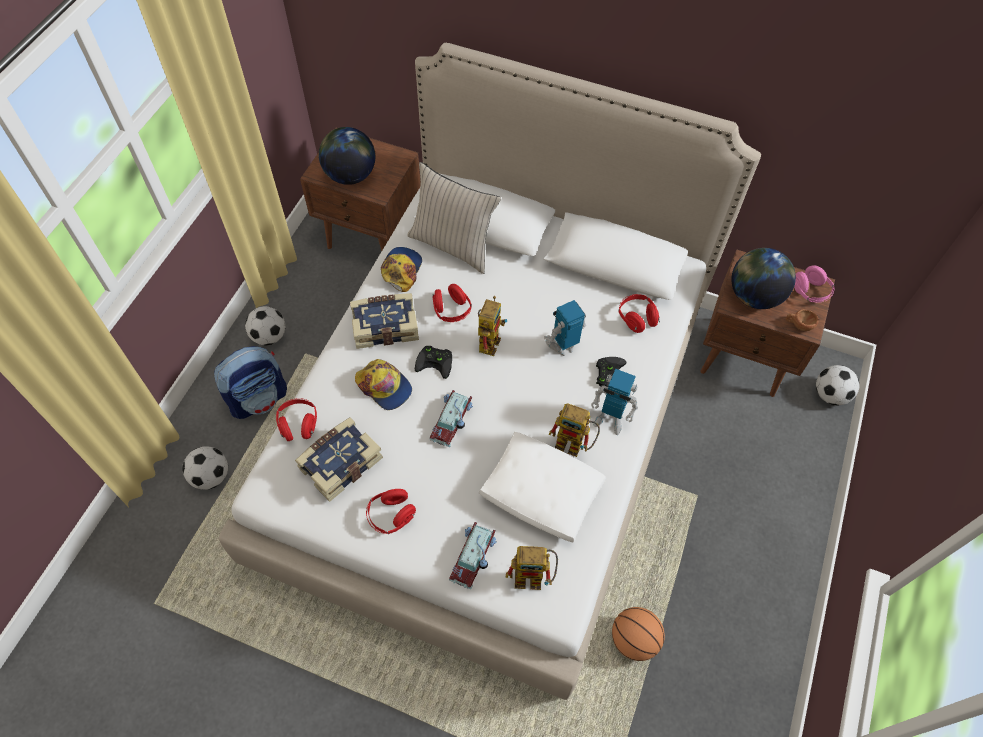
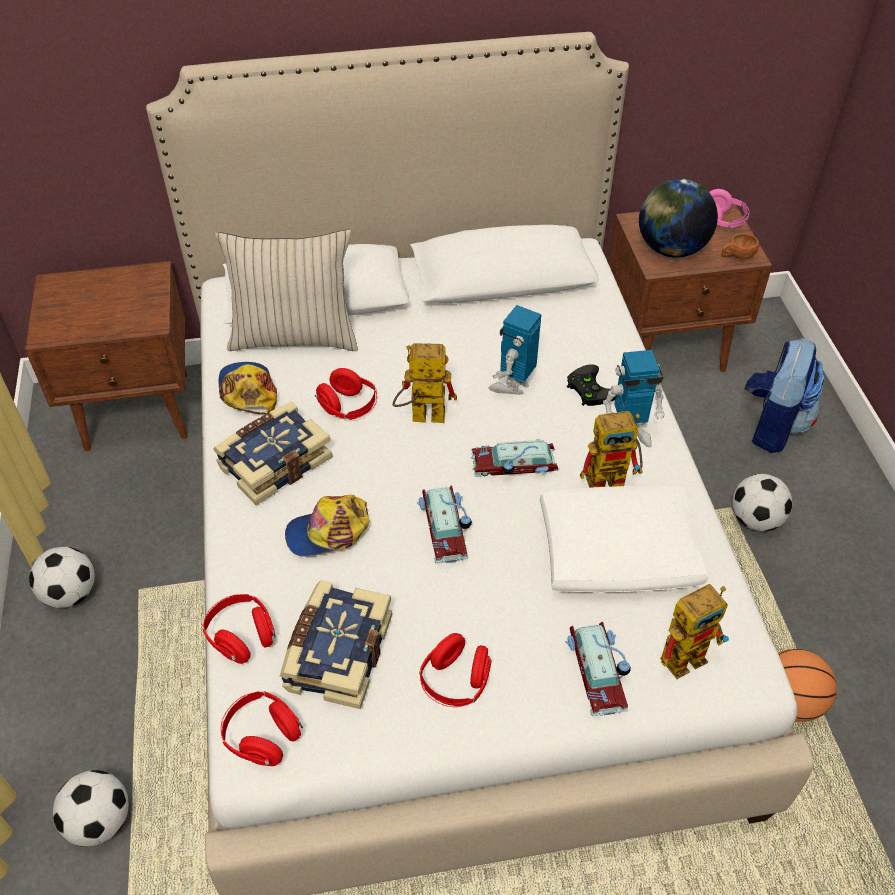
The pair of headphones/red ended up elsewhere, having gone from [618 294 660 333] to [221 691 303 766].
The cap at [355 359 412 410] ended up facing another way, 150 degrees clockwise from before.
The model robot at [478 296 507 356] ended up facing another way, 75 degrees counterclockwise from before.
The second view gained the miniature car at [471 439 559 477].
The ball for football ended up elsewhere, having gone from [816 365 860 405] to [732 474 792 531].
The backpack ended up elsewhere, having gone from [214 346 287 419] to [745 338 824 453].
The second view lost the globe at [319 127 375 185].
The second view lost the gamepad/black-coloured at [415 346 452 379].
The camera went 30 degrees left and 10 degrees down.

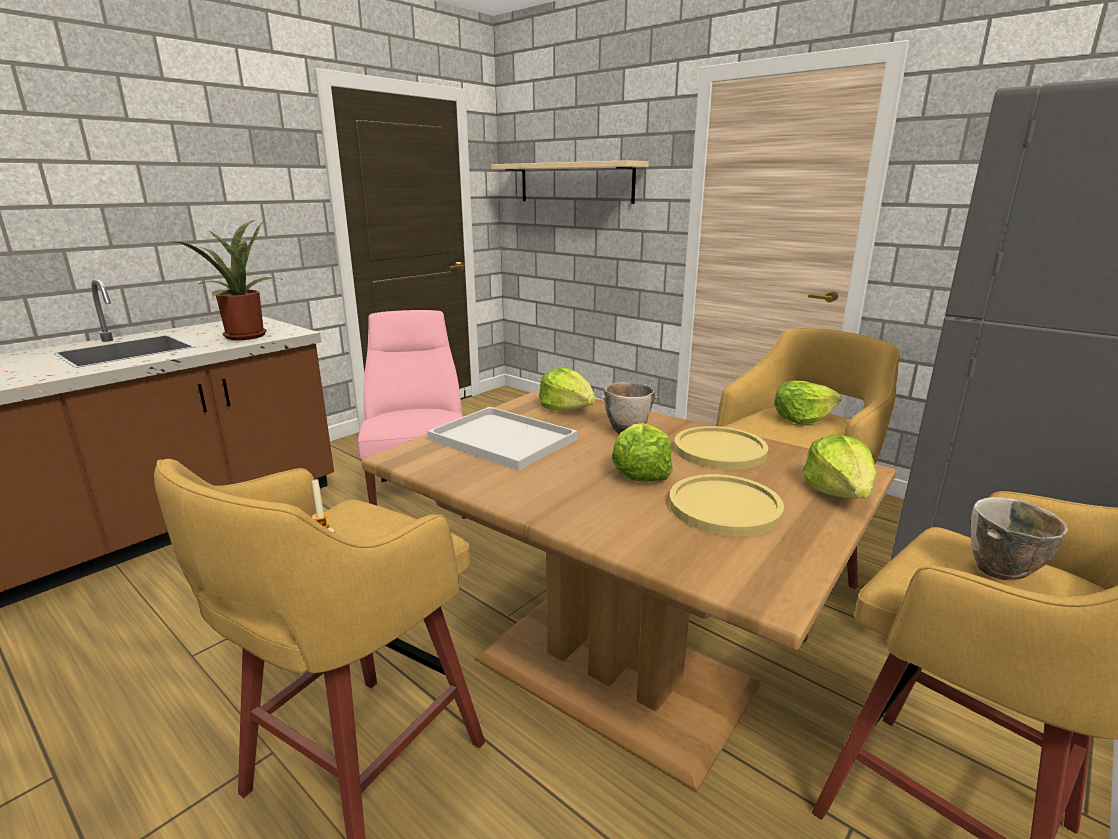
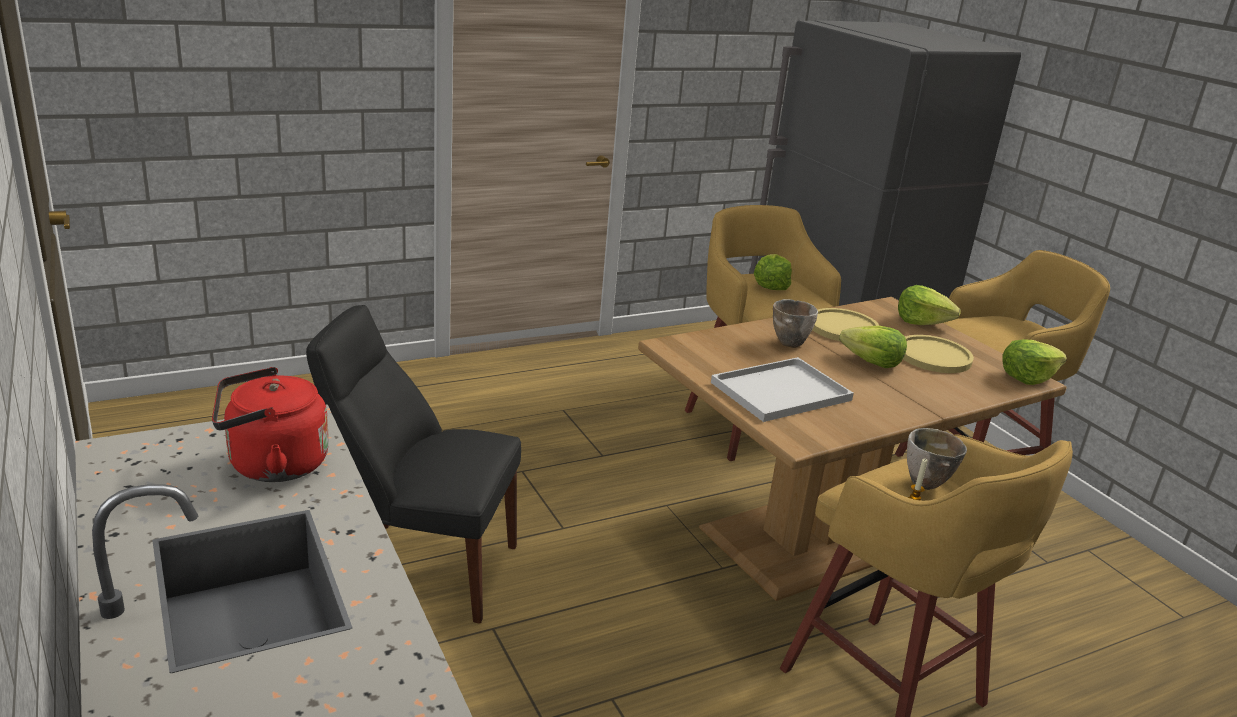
Where the potted plant stood at [175 219 280 340], the water kettle/red came to stand at [212 367 329 482].
What was the upright chair/pink at [358 310 466 519] turned into the upright chair/black-coloured at [306 305 521 623].
The deep dish ended up elsewhere, having gone from [971 497 1068 580] to [907 428 967 490].
The lettuce ended up elsewhere, having gone from [539 368 596 411] to [1002 339 1067 385].
The second view lost the wall shelf/beige at [491 160 649 204].
The camera went 70 degrees left and 5 degrees up.

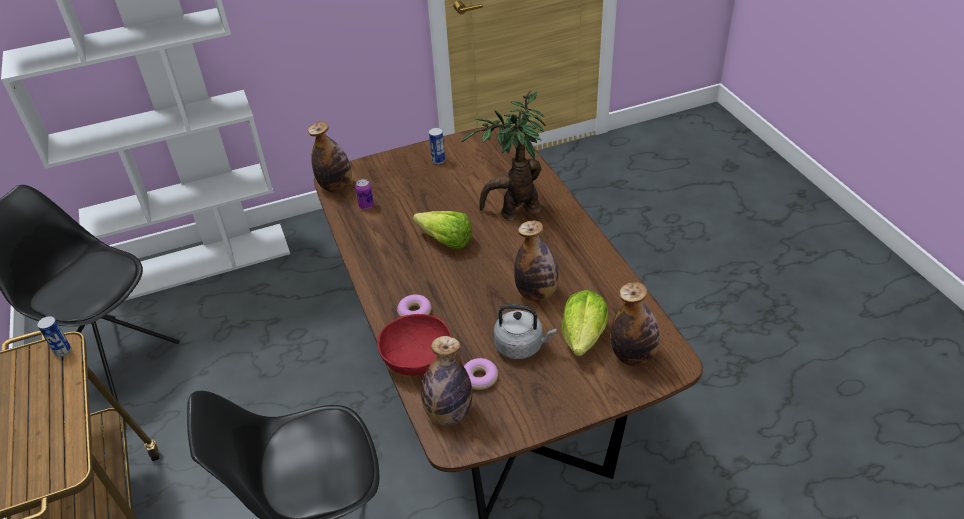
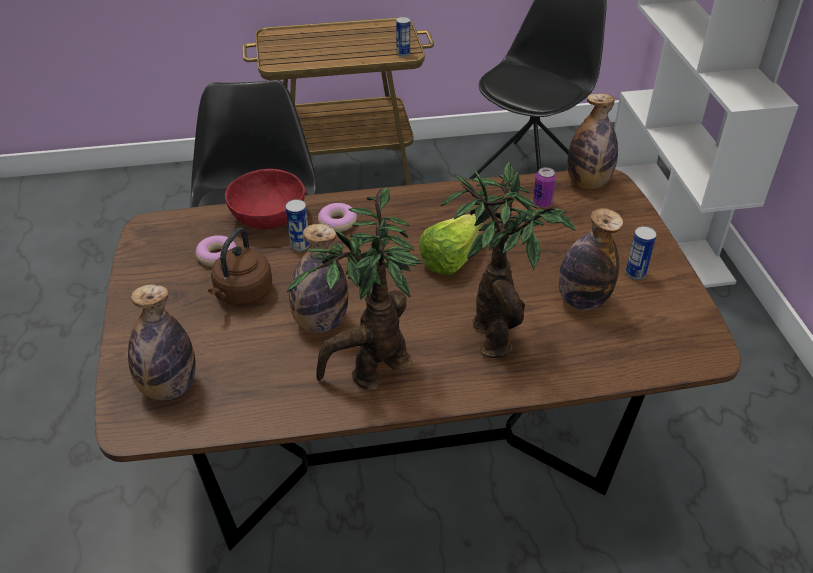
What was the water kettle/gray at [494 304 557 359] turned into the water kettle/brown-coloured at [208 228 272 305].
The second view gained the sealed can at [286 199 310 252].
The second view gained the potted plant at [287 187 422 390].
The bottle ended up elsewhere, having gone from [421 336 472 425] to [558 208 623 310].
The second view lost the lettuce at [561 290 608 356].
The camera went 100 degrees right and 0 degrees up.

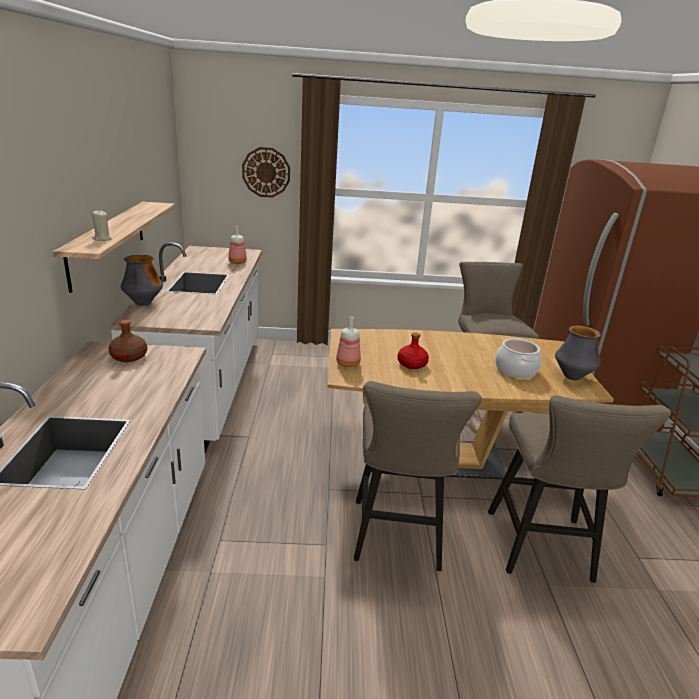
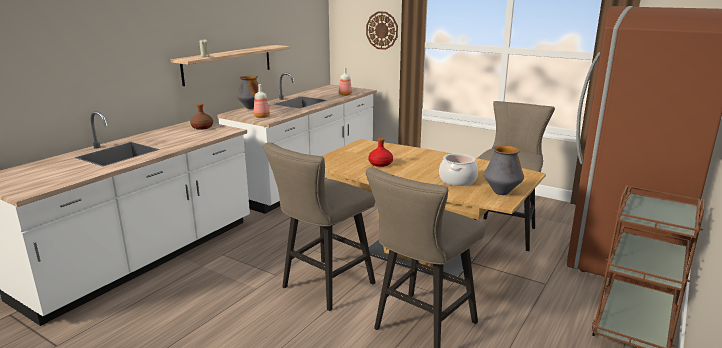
The bottle ended up elsewhere, having gone from [336 316 361 367] to [254 84 270 118].
The camera went 35 degrees right and 5 degrees down.

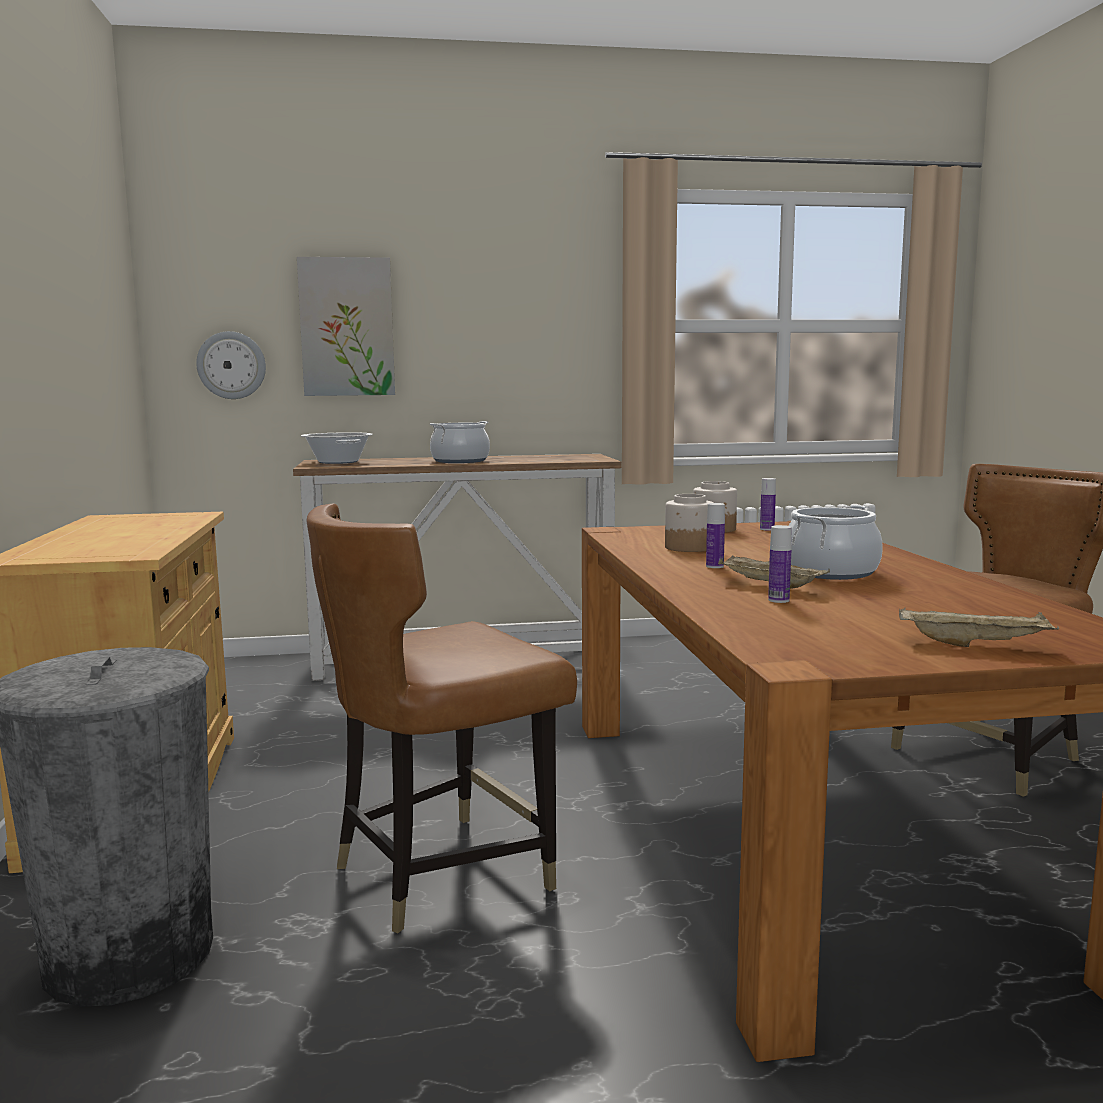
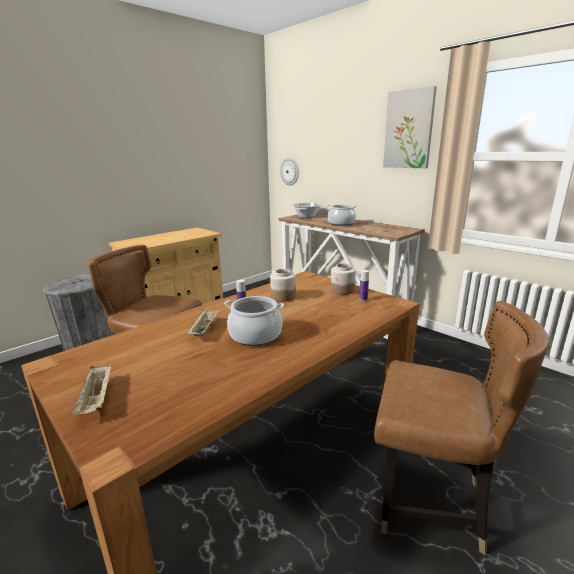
The wall picture ended up elsewhere, having gone from [297 257 395 396] to [383 86 437 168].
The second view lost the bottle at [768 525 792 603].
The camera went 55 degrees right and 10 degrees up.

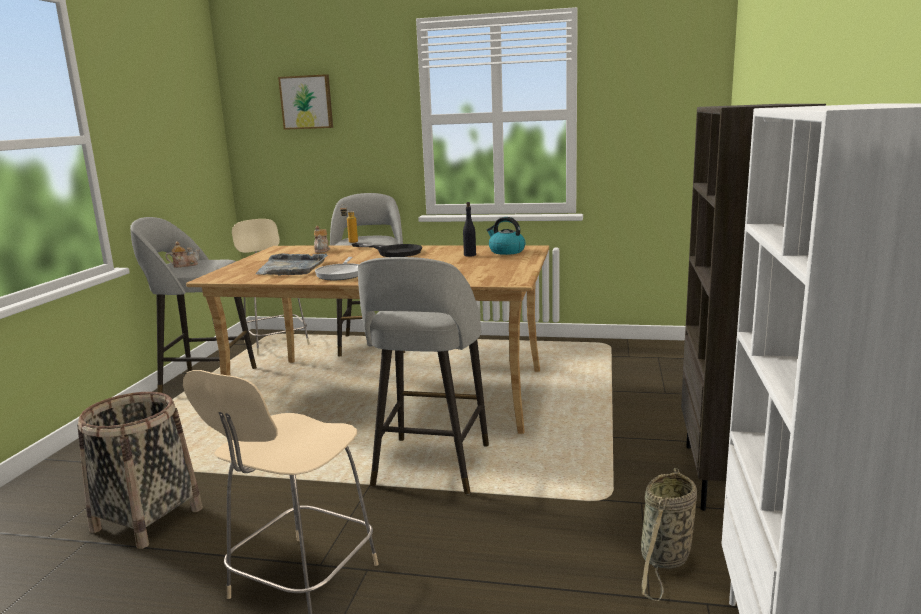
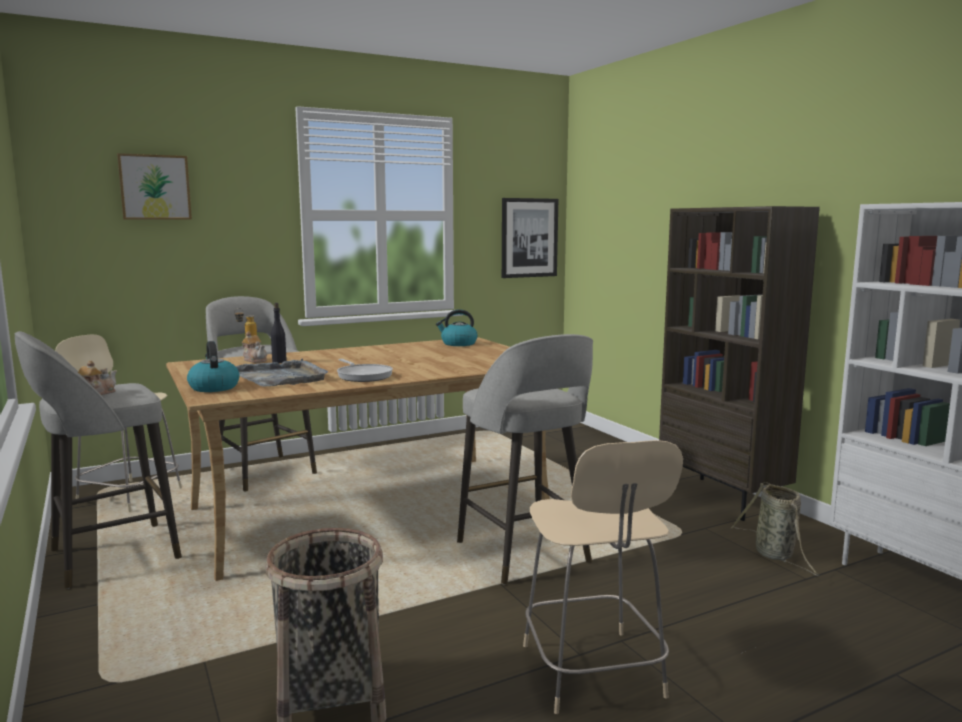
The second view gained the water kettle at [187 341 239 392].
The bottle/black-coloured ended up elsewhere, having gone from [463 202 476 257] to [271 303 287 363].
The second view gained the wall picture at [502 198 558 278].
The second view lost the skillet/black-coloured at [352 243 422 257].
The camera went 40 degrees left and 5 degrees down.

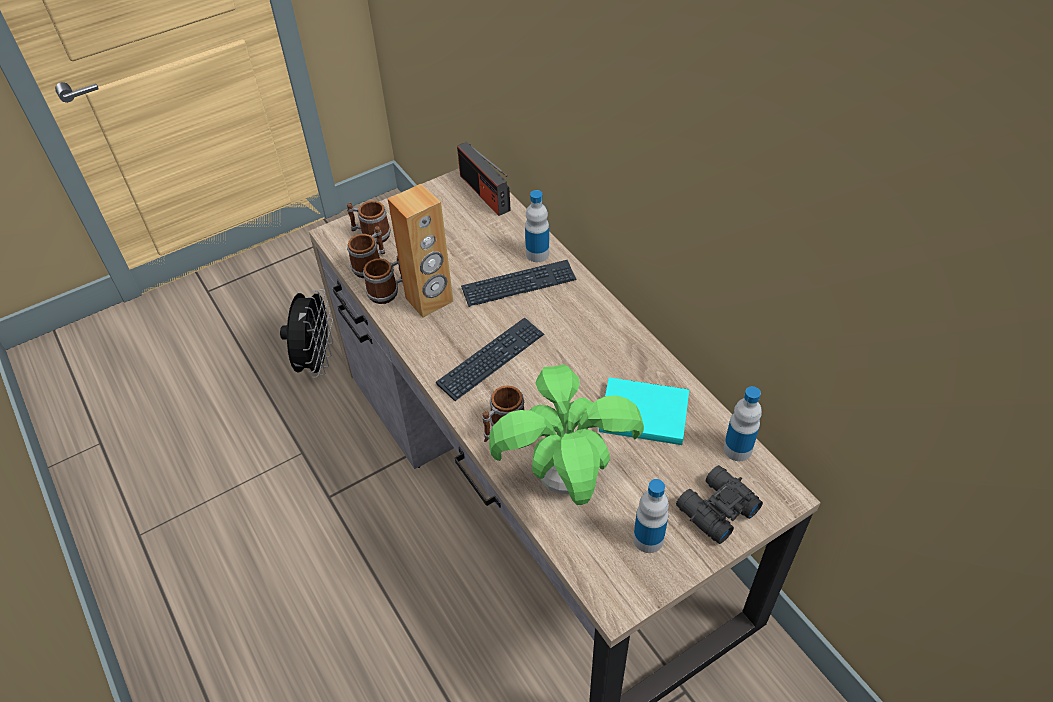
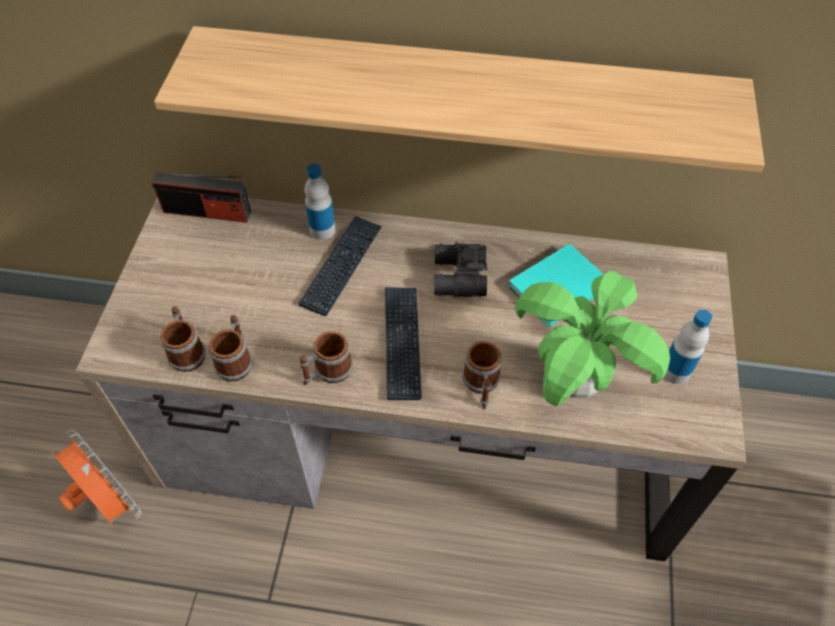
What was the electric fan/black-coloured at [280 290 333 378] turned into the electric fan/orangey at [51 430 142 528].
The second view gained the wall shelf at [154 26 765 173].
The tea mug ended up elsewhere, having gone from [347 201 391 244] to [299 331 353 385].
The field glasses/black-coloured ended up elsewhere, having gone from [676 465 763 544] to [434 241 487 297].
The second view lost the audio speaker/brown-coloured at [388 184 453 318].
The second view lost the bottle at [723 386 762 461].
The camera went 50 degrees left and 5 degrees up.

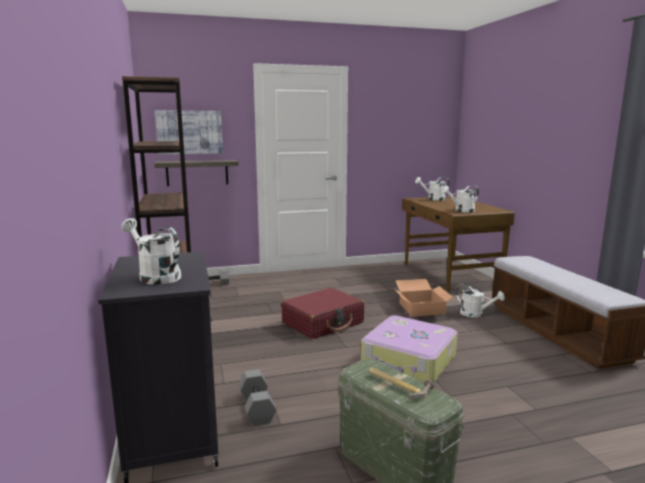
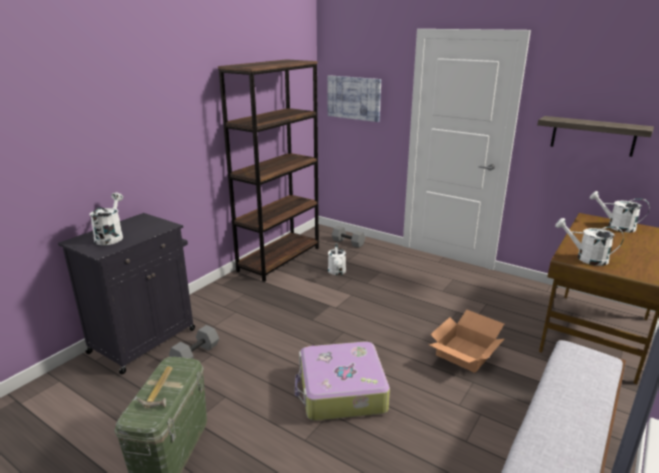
The sprinkling can/white-coloured ended up elsewhere, having gone from [456 284 505 318] to [328 244 346 275].
The wall shelf ended up elsewhere, having gone from [154 160 239 186] to [537 116 654 157].
The second view lost the travel case/red at [281 288 364 339].
The camera went 50 degrees right and 10 degrees up.

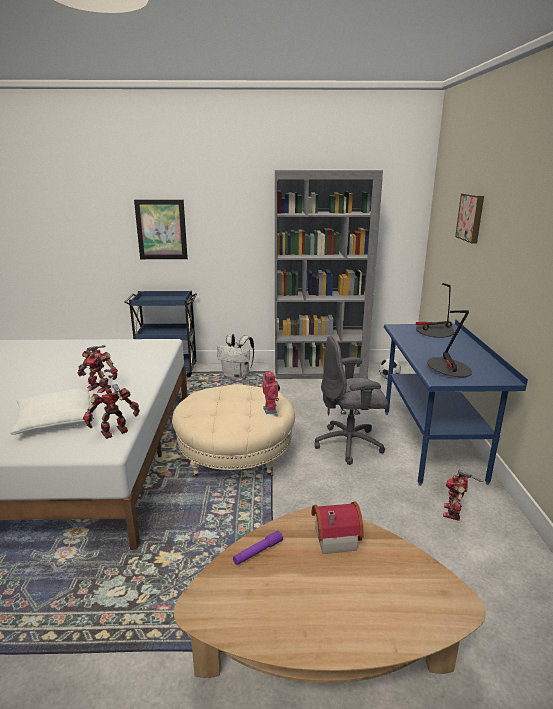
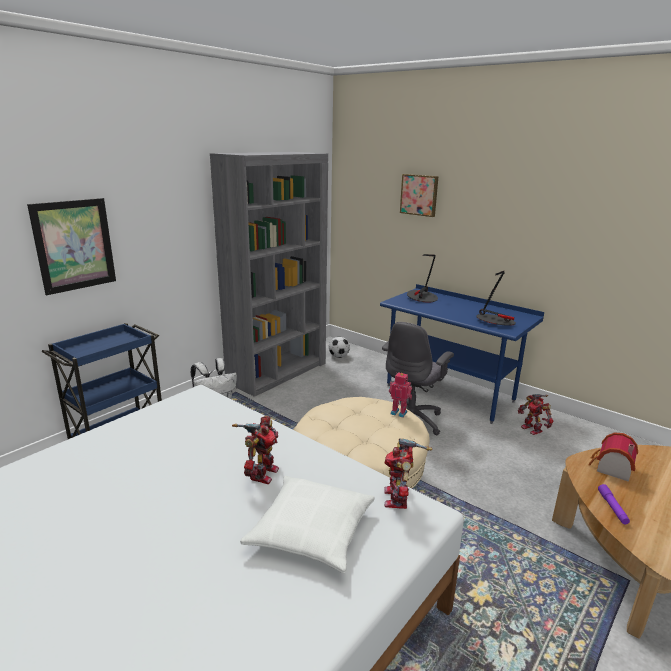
The model robot at [78 345 118 393] ended up facing another way, 45 degrees counterclockwise from before.
The camera went 50 degrees left and 0 degrees up.

